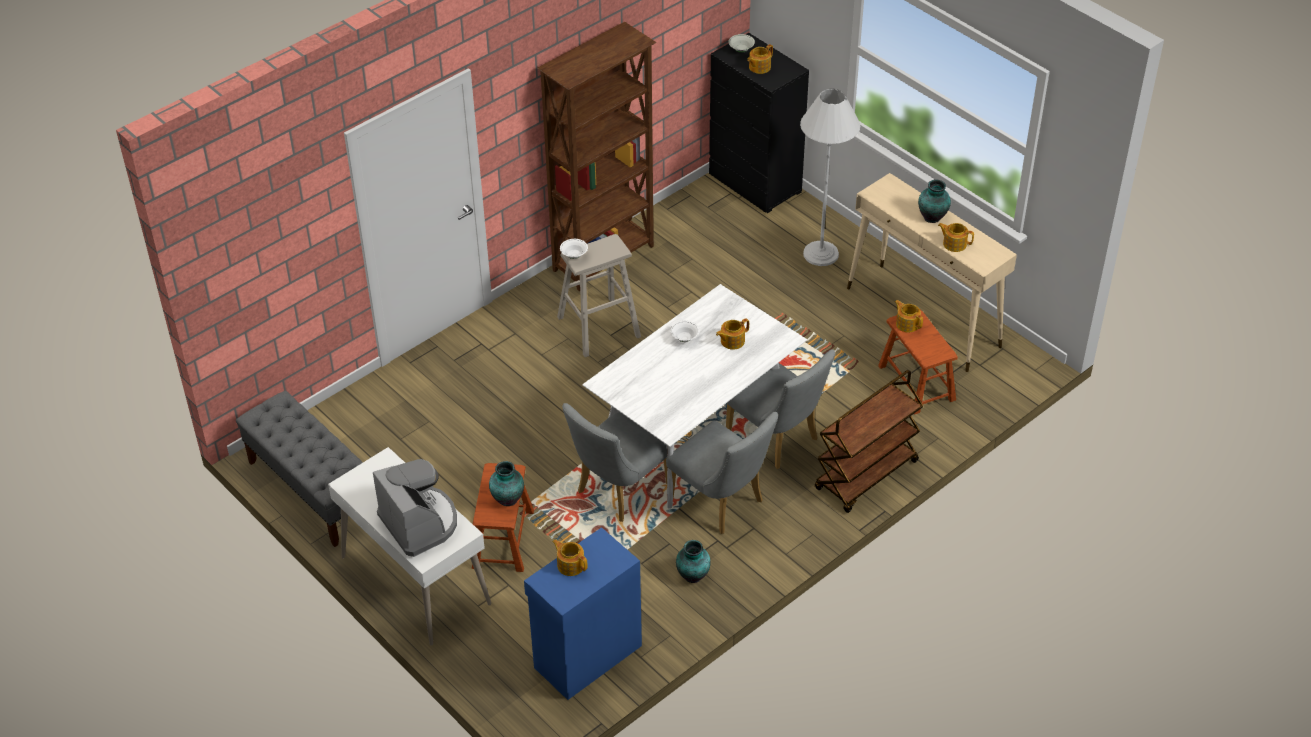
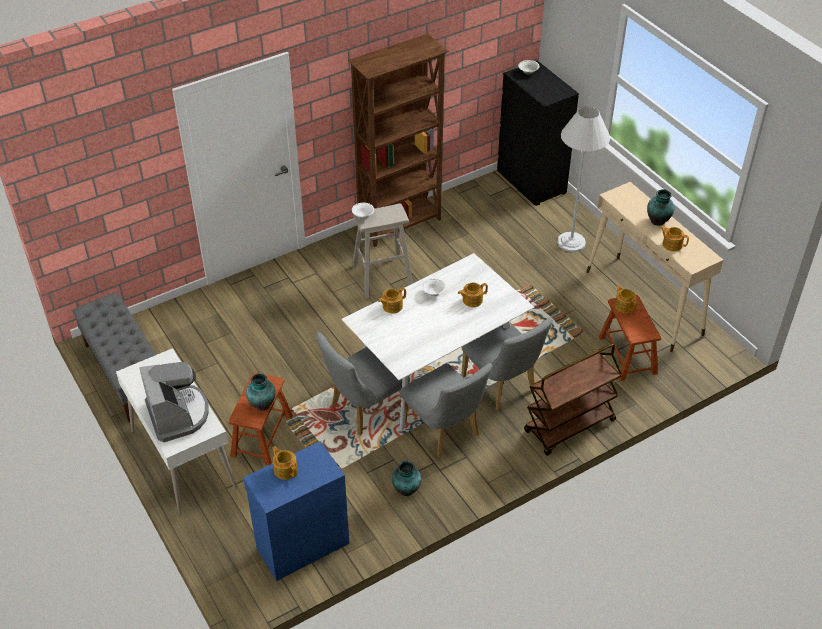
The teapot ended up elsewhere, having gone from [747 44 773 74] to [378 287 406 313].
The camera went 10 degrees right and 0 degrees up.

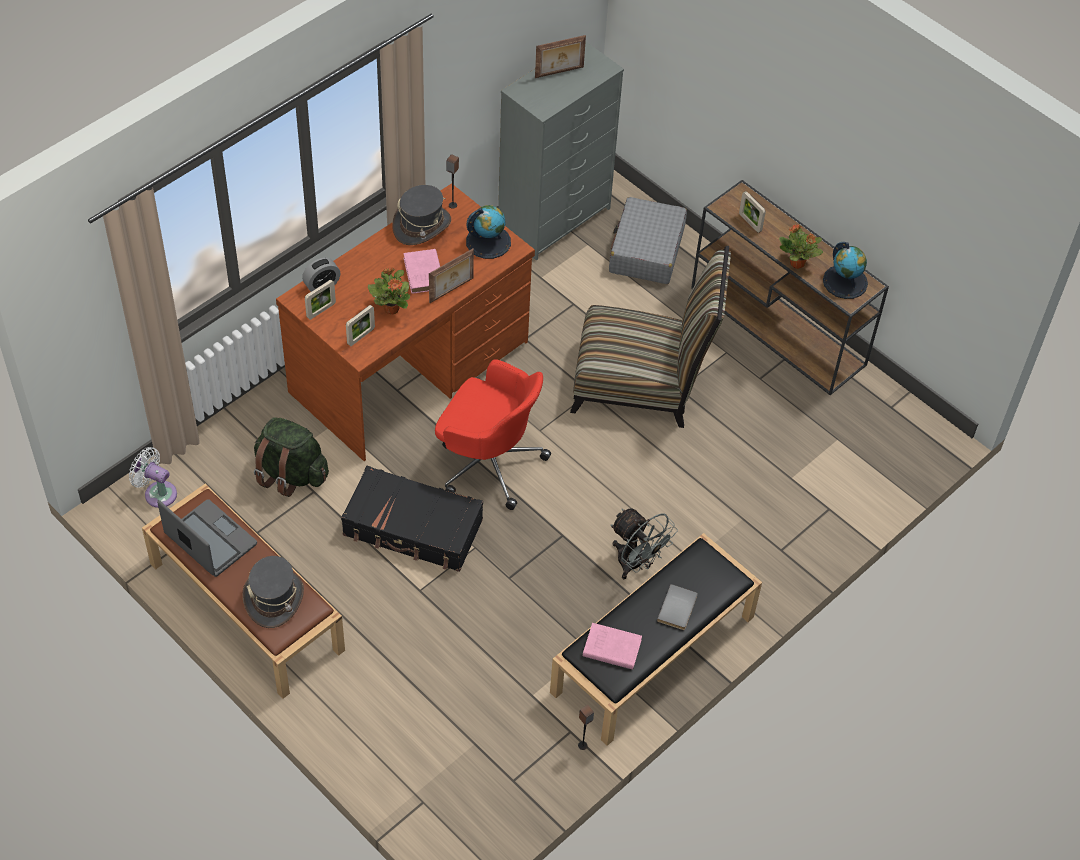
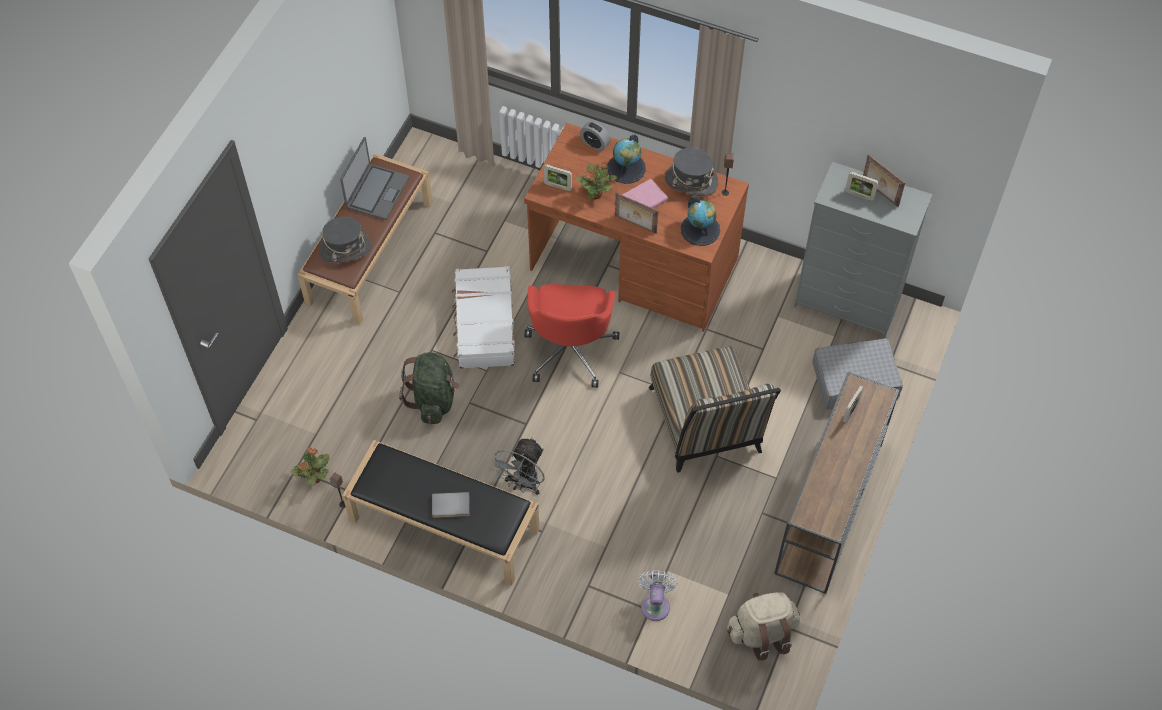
The potted plant ended up elsewhere, having gone from [779 224 823 269] to [291 447 330 486].
The backpack/green-coloured ended up elsewhere, having gone from [254 417 329 497] to [399 352 459 424].
What was the travel case/black-coloured at [341 466 483 572] turned into the travel case/white-coloured at [452 266 515 369].
The globe ended up elsewhere, having gone from [823 242 868 299] to [607 134 646 184].
The electric fan/white-coloured ended up elsewhere, having gone from [129 447 177 508] to [638 570 678 621].
The second view gained the backpack/beige at [727 592 800 661].
The picture frame ended up elsewhere, having gone from [305 280 336 320] to [845 172 879 201].
The second view lost the book/pink at [583 623 642 670].
The camera went 70 degrees right and 5 degrees up.

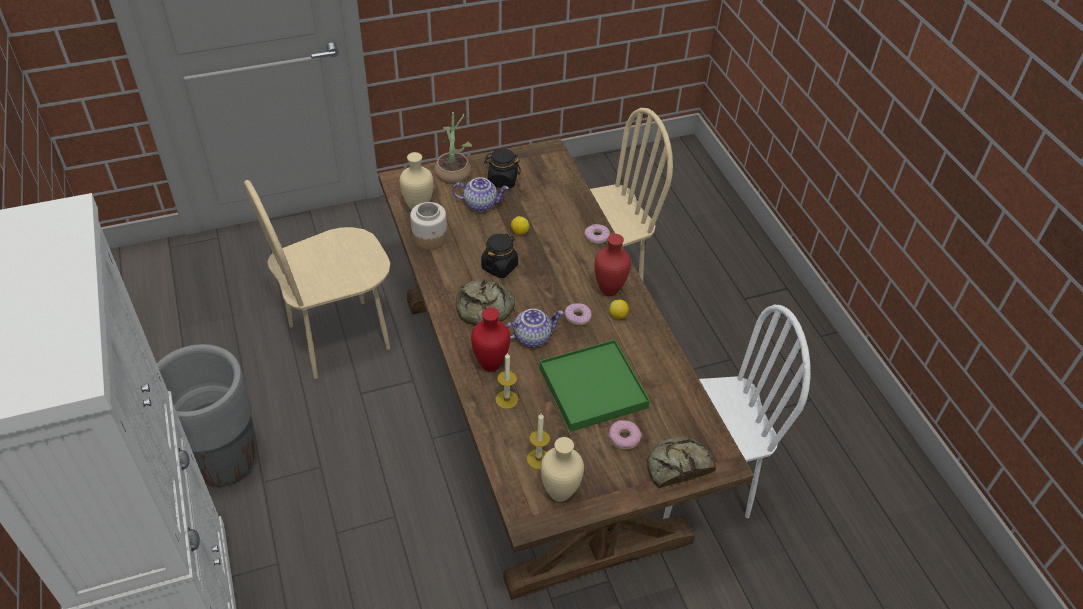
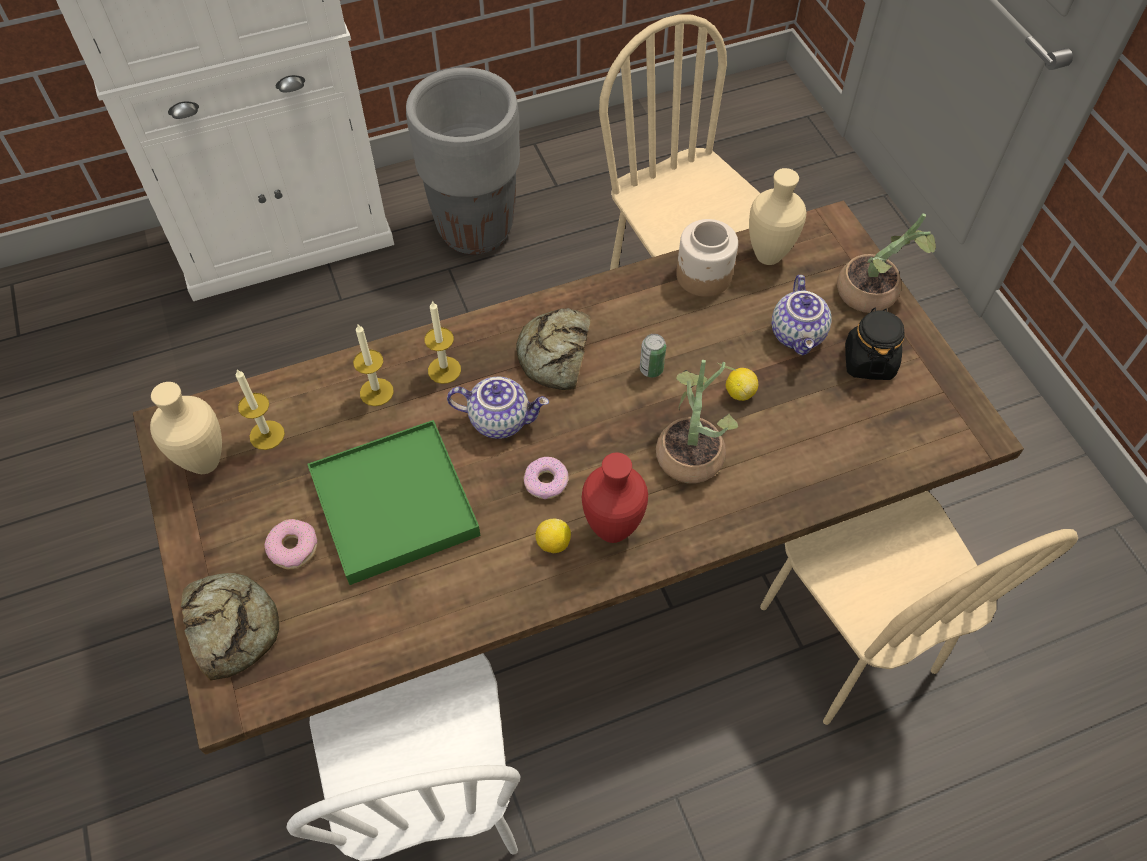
Where the flower vase/red stood at [471 307 510 372], the candle came to stand at [424 300 461 384].
The teapot at [506 309 564 347] ended up facing another way, 60 degrees counterclockwise from before.
Where the jar/black-coloured stood at [481 233 518 278], the sealed can came to stand at [640 334 666 378].
The second view gained the potted plant at [656 360 738 484].
The second view lost the donut at [584 224 610 244].
The camera went 90 degrees right and 10 degrees up.

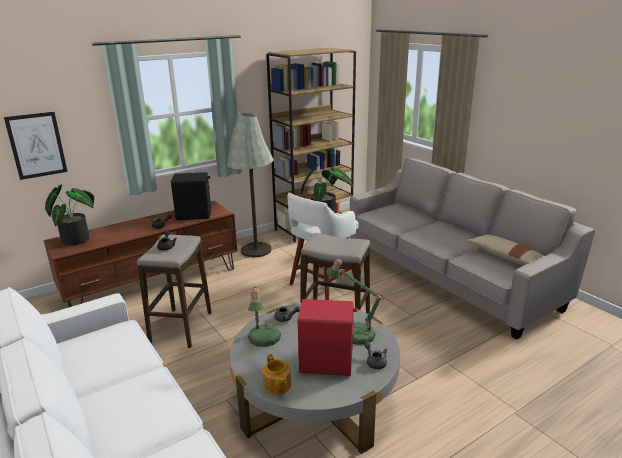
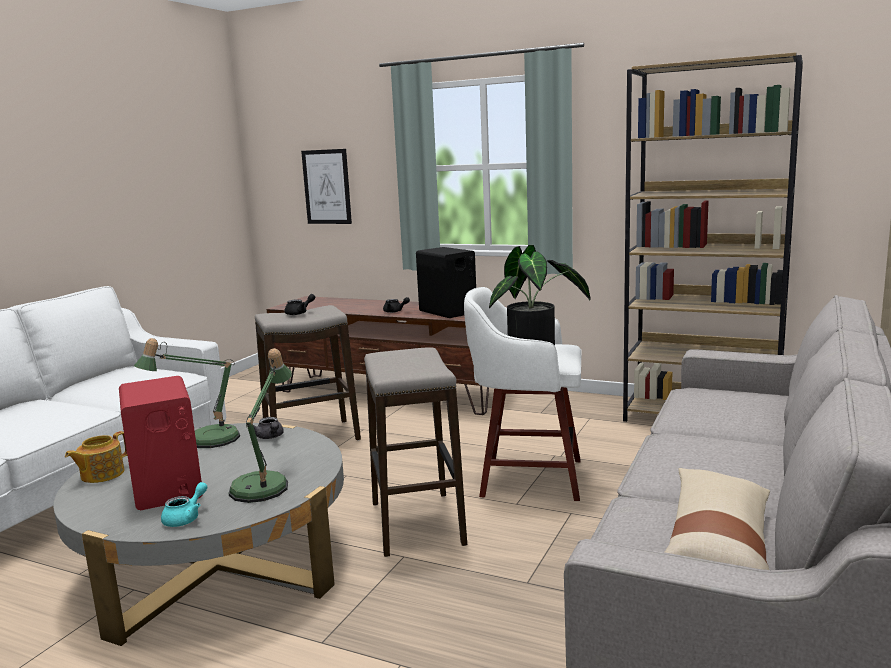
What was the teapot/gray at [364 341 388 369] turned into the teapot/turquoise-coloured at [161 482 207 527].
The second view lost the potted plant at [45 184 94 245].
The second view lost the standard lamp/gray at [227 112 274 257].
The camera went 60 degrees right and 10 degrees down.

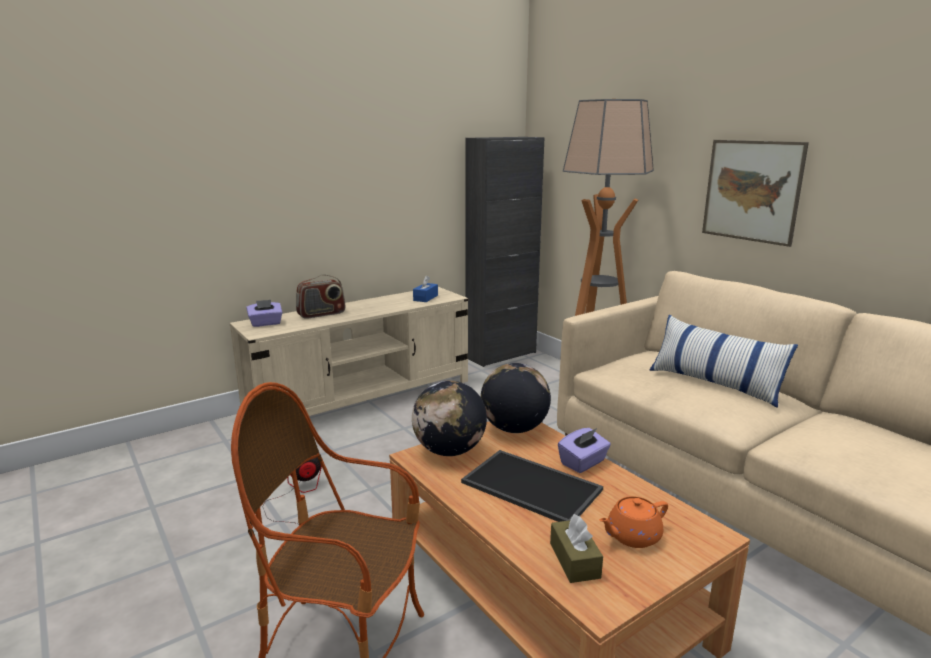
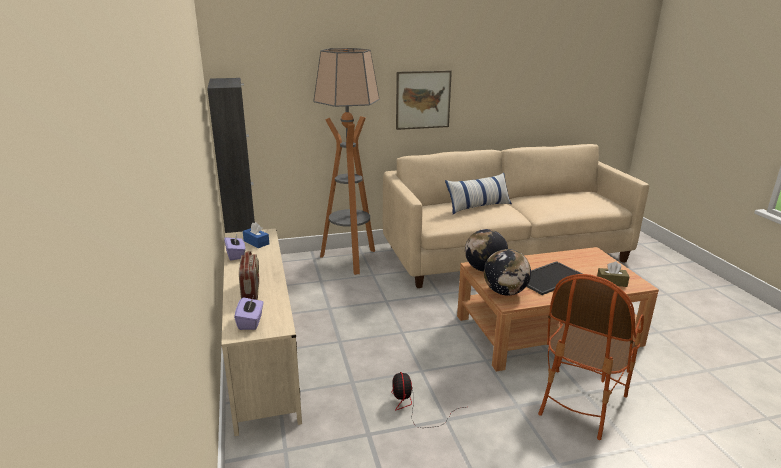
The tissue holder/purple ended up elsewhere, having gone from [558 428 611 473] to [224 233 245 260].
The second view lost the teapot/orangey at [599 496 668 548].
The camera went 70 degrees left and 5 degrees up.

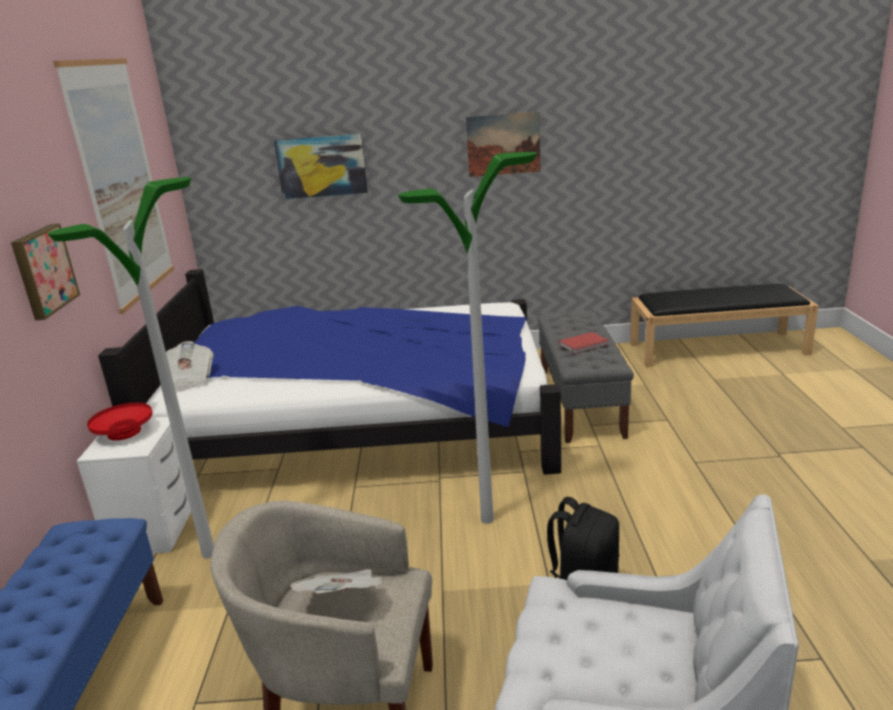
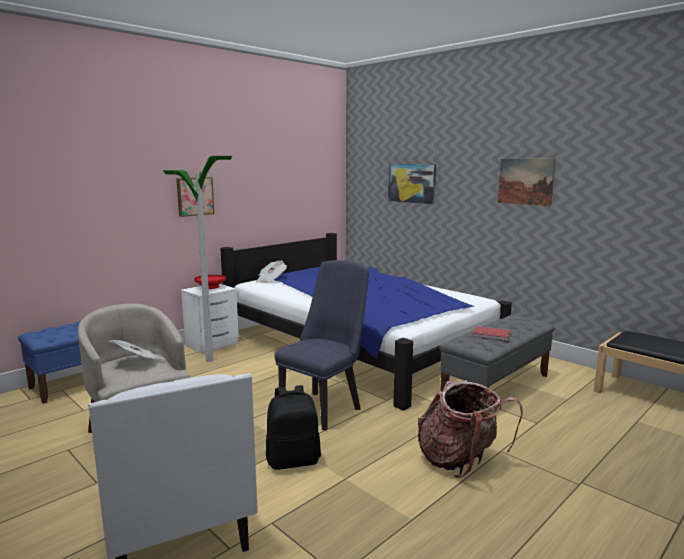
Where the standard lamp stood at [398 152 537 524], the upright chair/blue came to stand at [275 260 369 431].
The second view gained the backpack at [418 380 523 478].
The second view lost the wall picture at [53 58 174 314].
The camera went 45 degrees right and 10 degrees down.

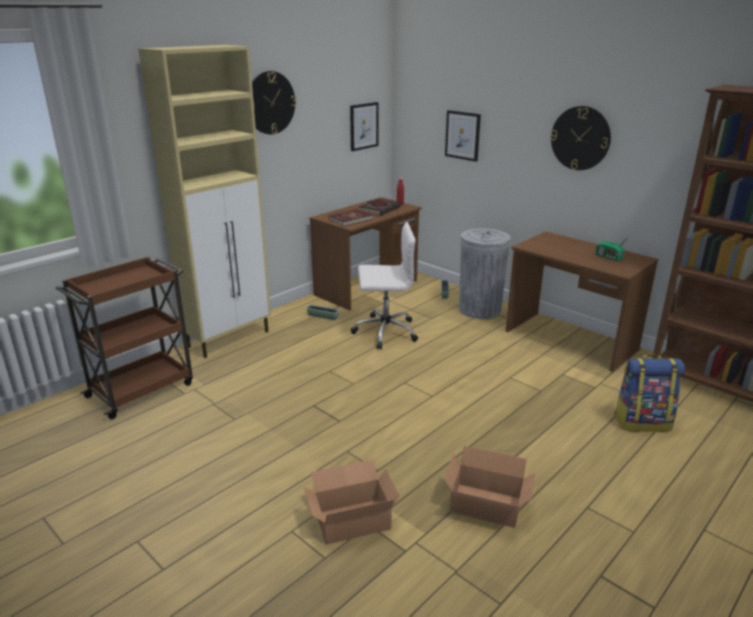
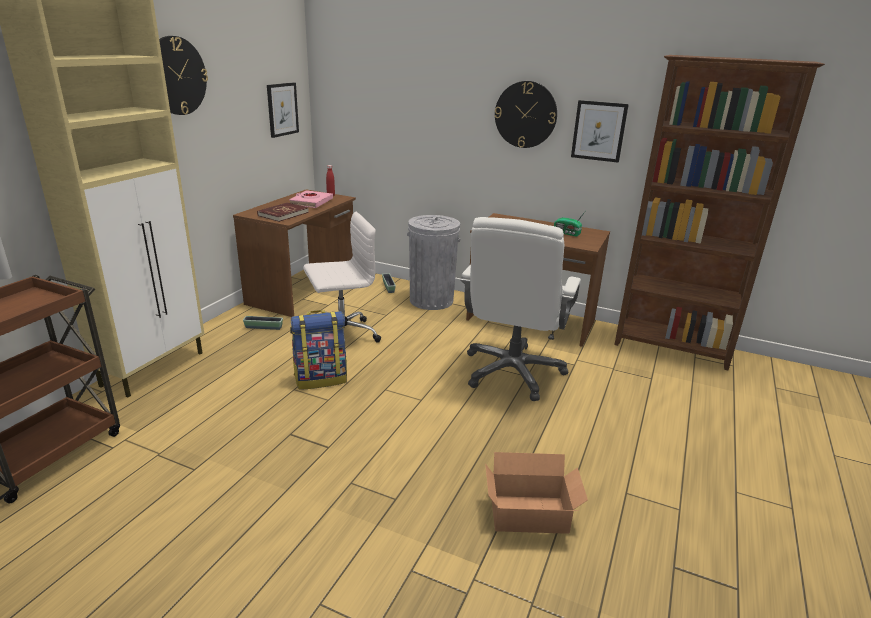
What was the book/black-coloured at [359 199 400 216] turned into the book/pink at [289 190 333 208].
The backpack ended up elsewhere, having gone from [614 355 685 432] to [290 310 347 390].
The second view gained the office chair/white-coloured at [460 217 581 401].
The wall picture ended up elsewhere, having gone from [445 110 481 162] to [571 100 629 163].
The second view lost the cardboard box at [304 459 400 545].
The camera went 20 degrees left and 0 degrees up.

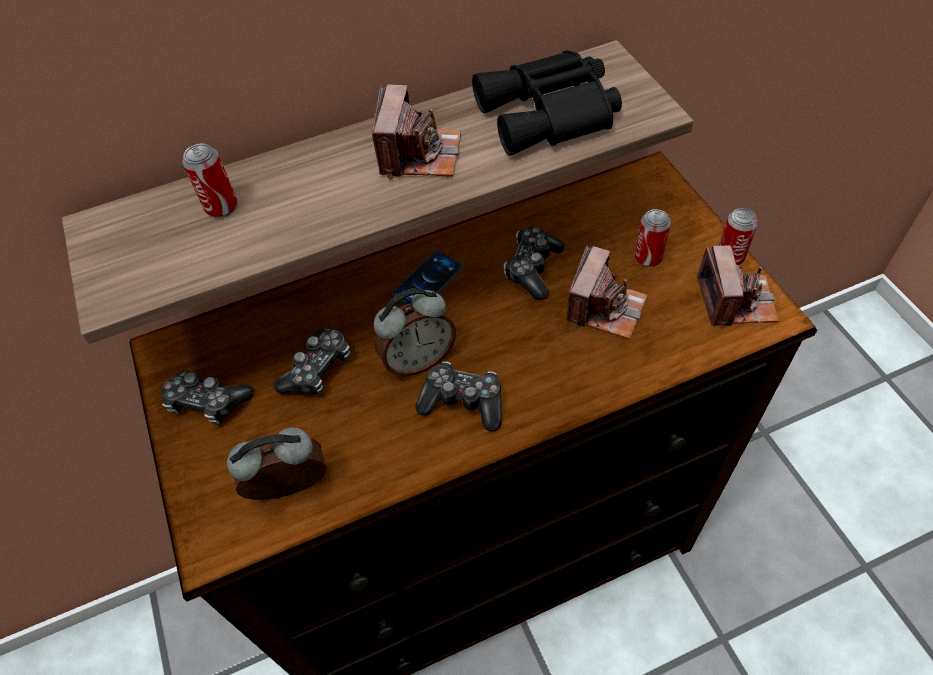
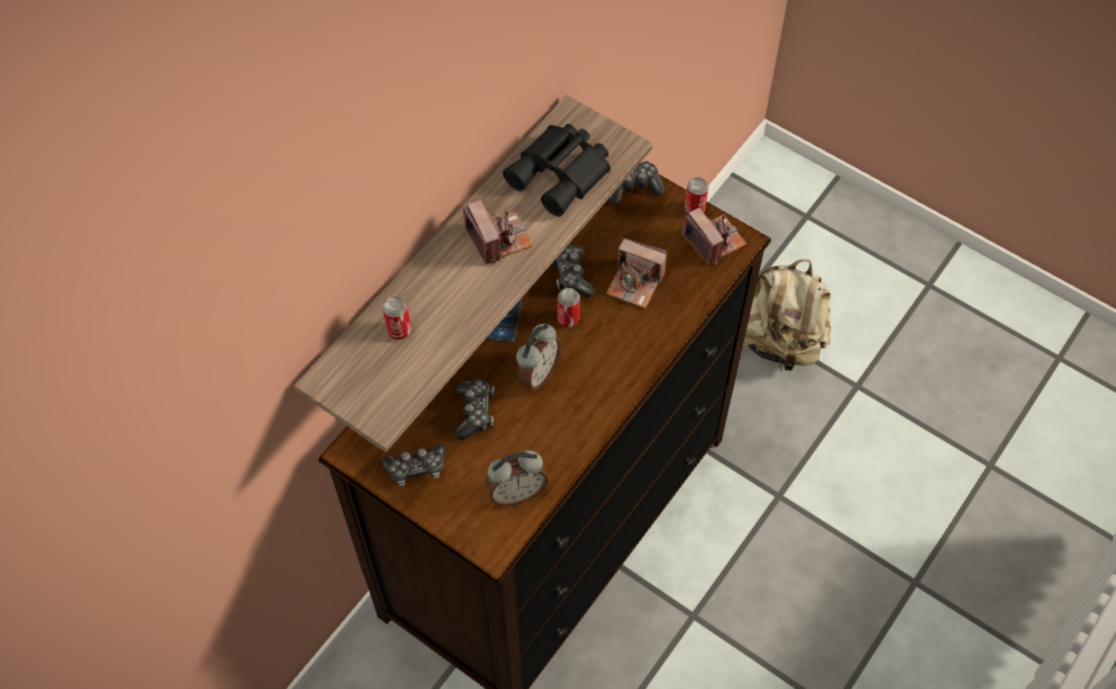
The bedside clock at [227 428 326 500] ended up facing another way, 150 degrees counterclockwise from before.
The sealed can ended up elsewhere, having gone from [635 209 671 267] to [558 288 580 327].
The photo camera at [566 245 647 339] ended up facing another way, 120 degrees clockwise from before.
The gamepad ended up elsewhere, having gone from [415 362 502 432] to [608 161 665 205].
The second view gained the backpack/beige at [744 259 831 374].
The camera went 35 degrees left and 5 degrees up.

